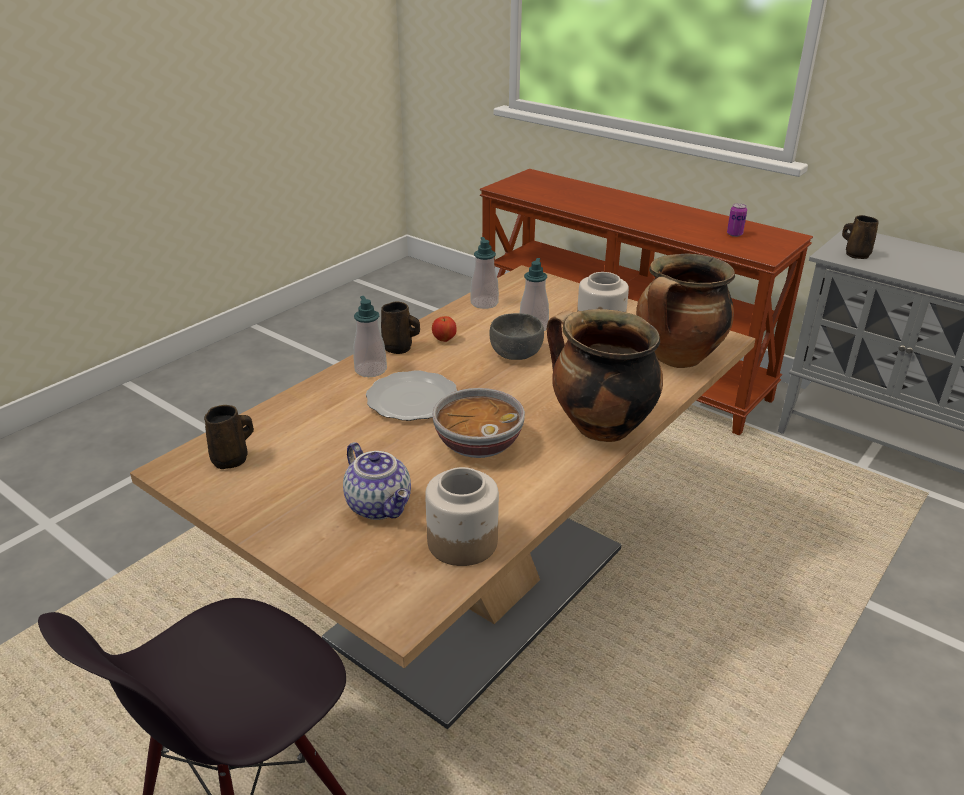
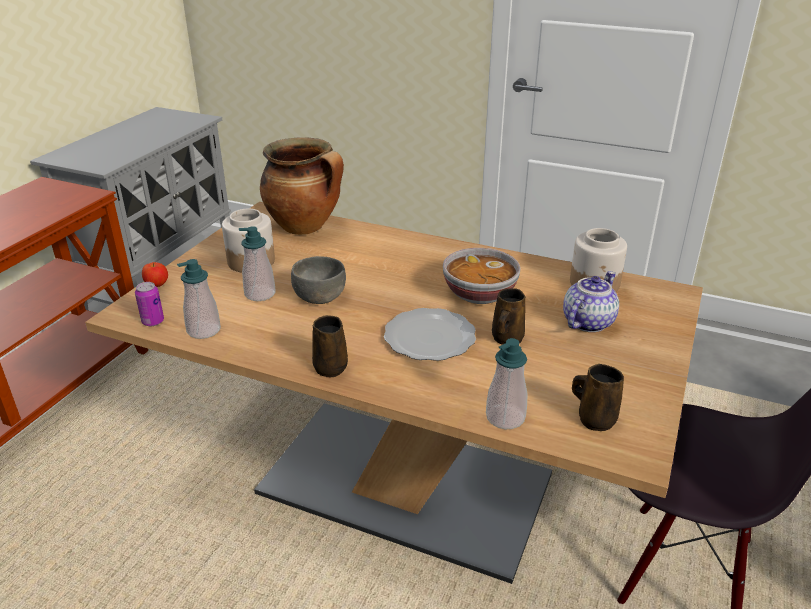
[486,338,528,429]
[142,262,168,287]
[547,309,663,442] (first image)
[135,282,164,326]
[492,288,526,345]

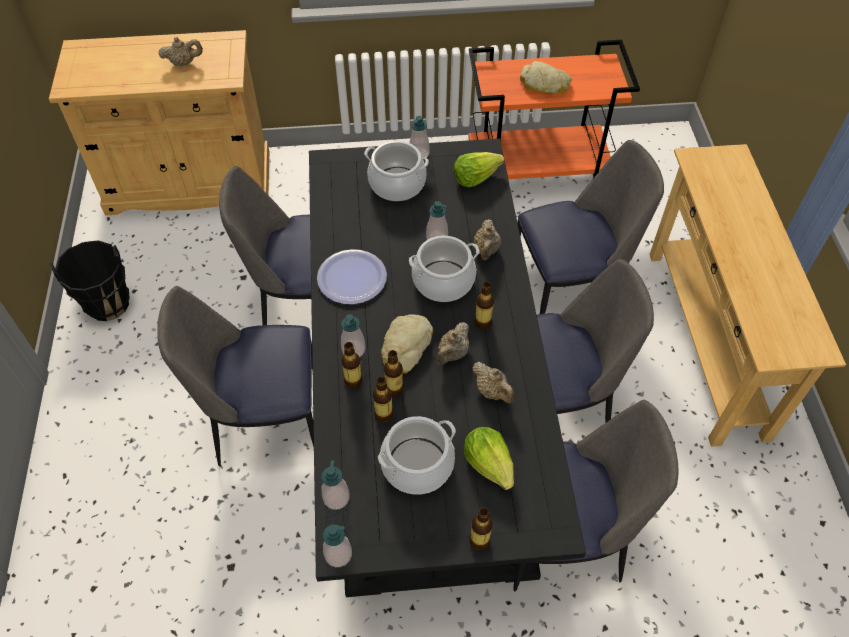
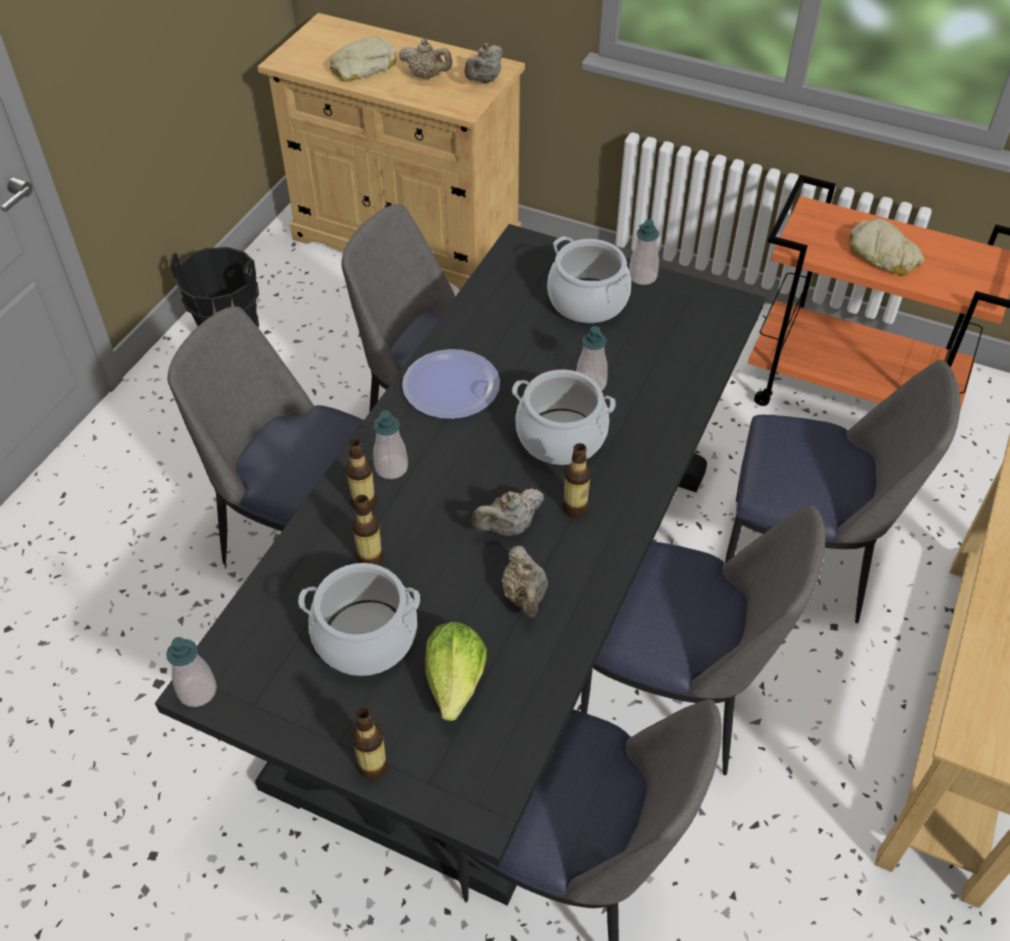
[321,460,349,510] (first image)
[329,36,396,82]
[384,350,404,397] (first image)
[454,152,504,188] (first image)
[464,43,503,83]

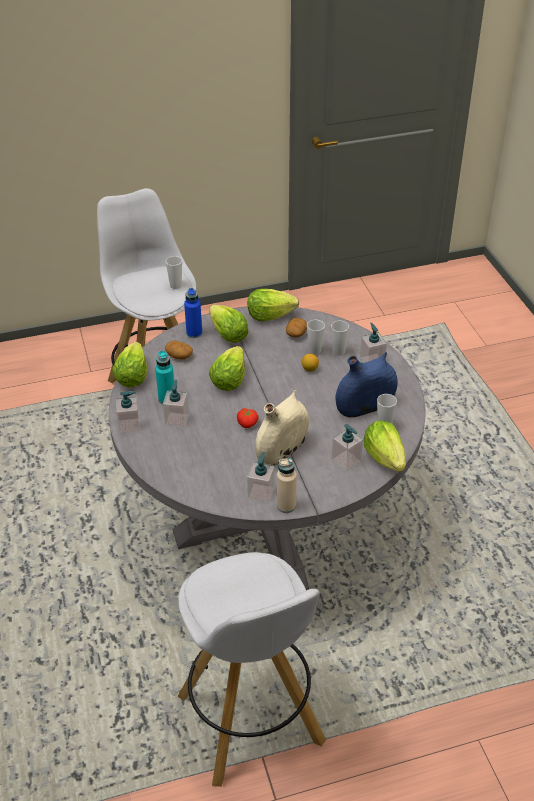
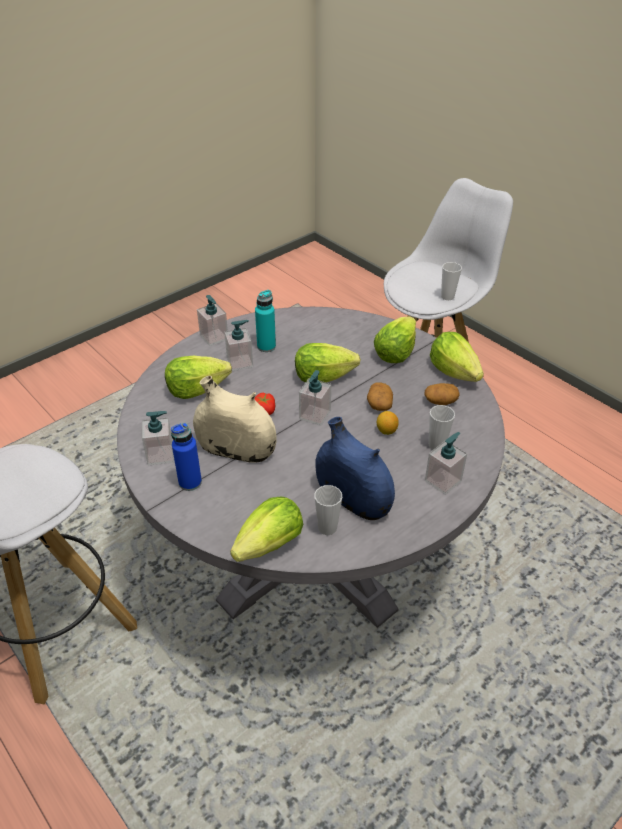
[165,356,232,399]
[367,382,393,411]
[171,423,202,491]
[277,458,297,513] (first image)
[307,320,325,355] (first image)
[299,370,331,426]

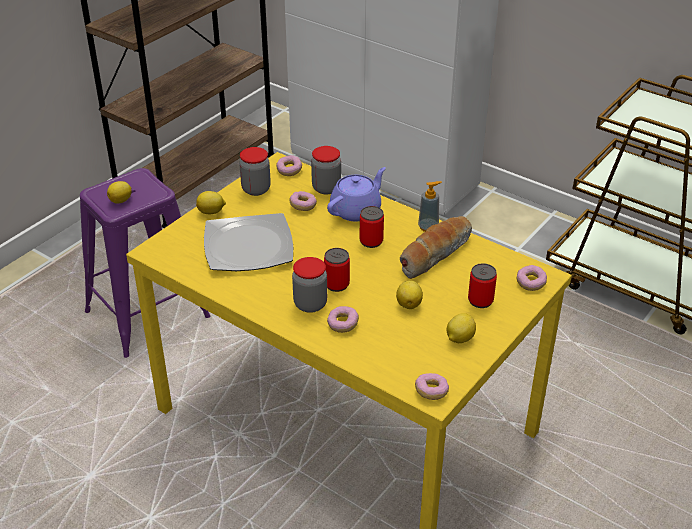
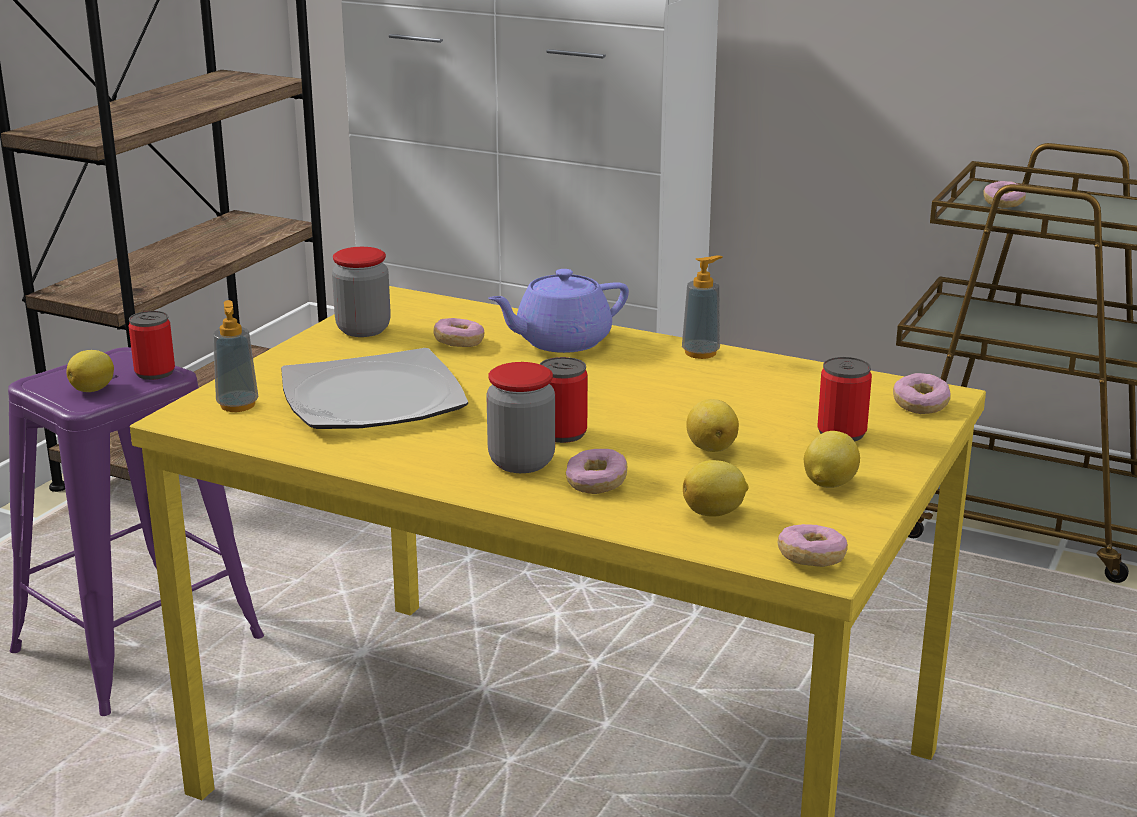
[683,460,748,517]
[984,181,1026,208]
[311,146,341,195] (first image)
[488,269,629,353]
[129,311,175,380]
[400,216,472,279] (first image)
[213,300,258,412]

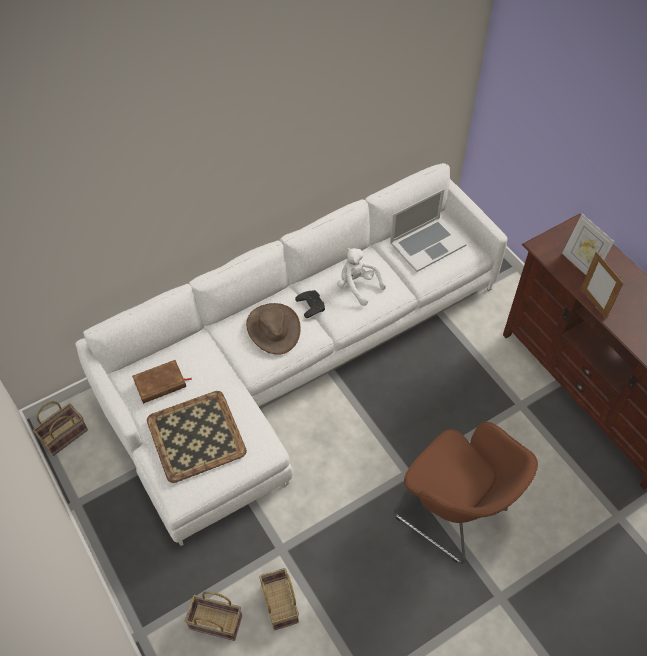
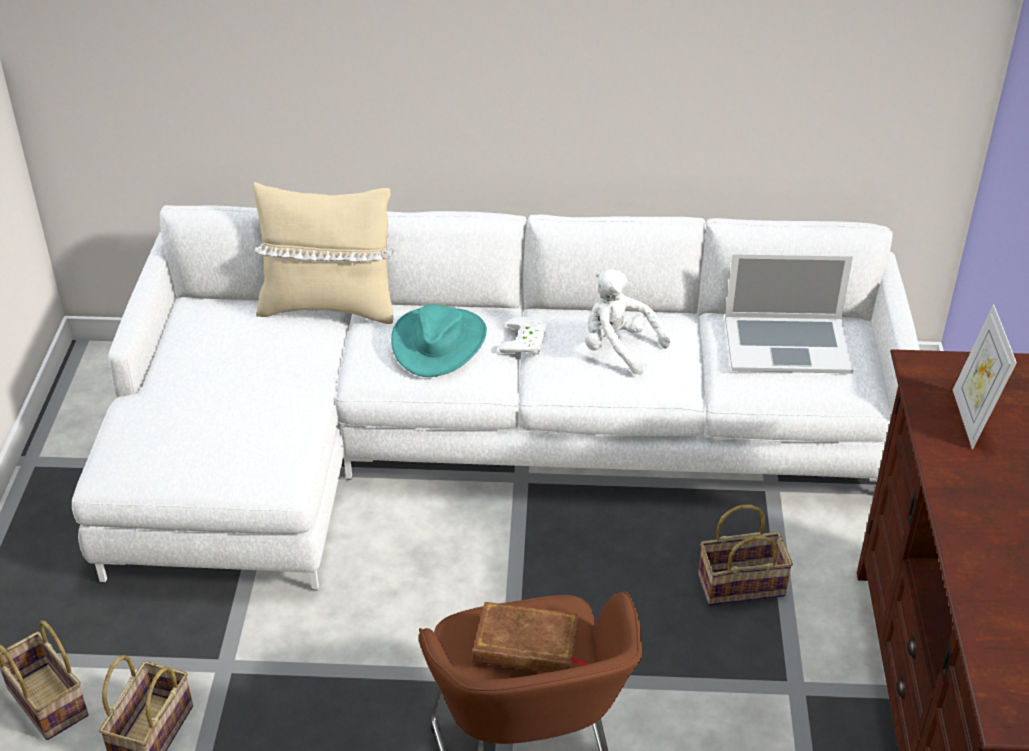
[698,505,793,606]
[472,602,588,672]
[147,391,247,483] (first image)
[391,305,487,377]
[499,317,546,355]
[585,269,670,375]
[581,251,623,319] (first image)
[253,182,394,324]

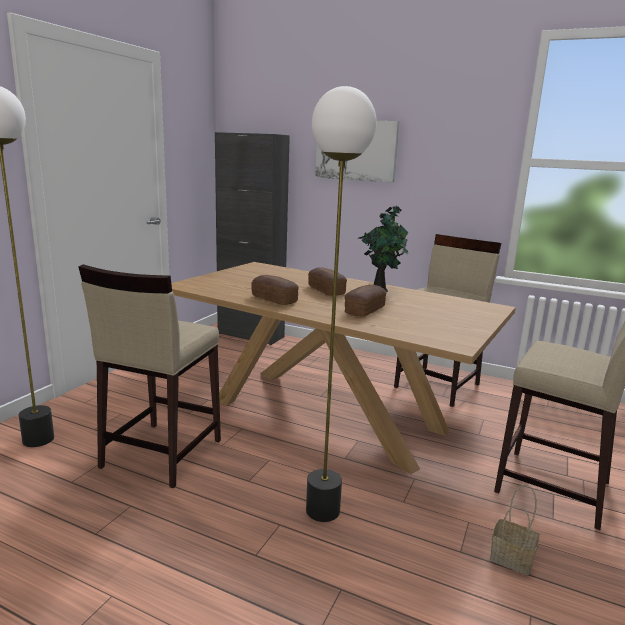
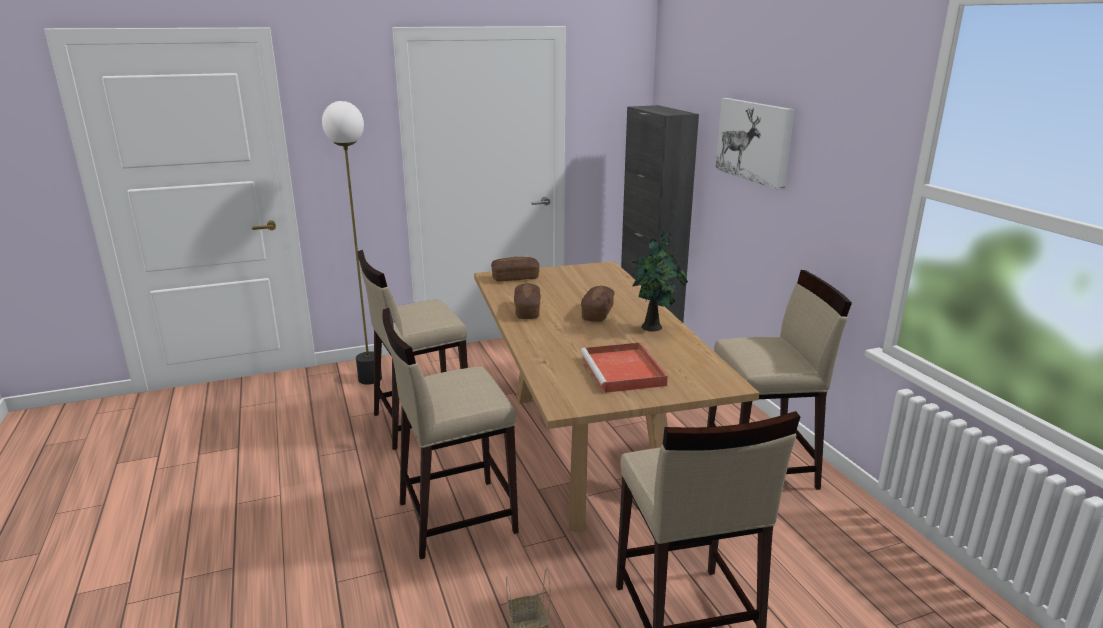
[382,308,519,559]
[491,257,539,282]
[581,342,668,393]

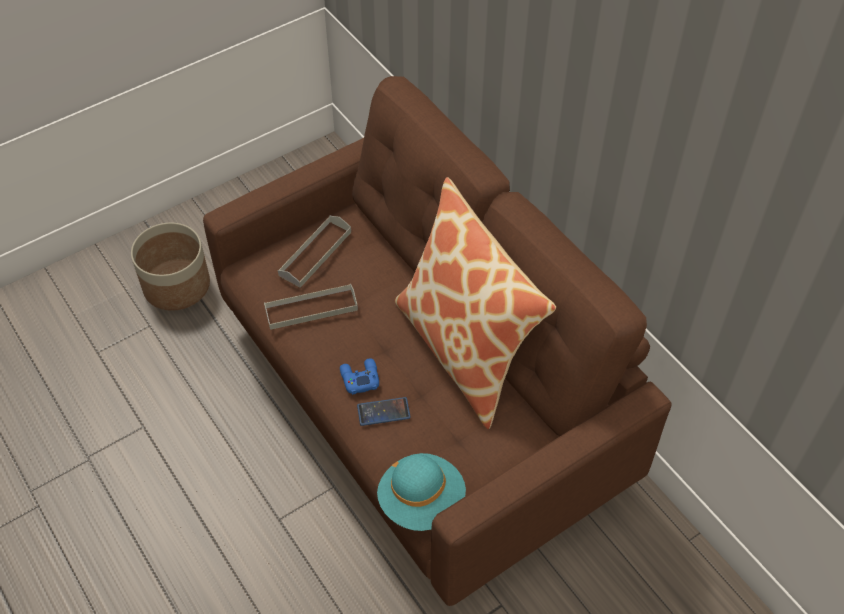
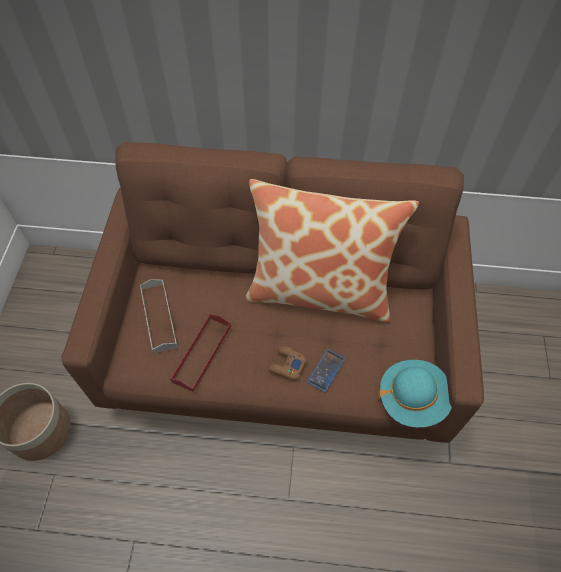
[170,314,231,392]
[268,346,307,380]

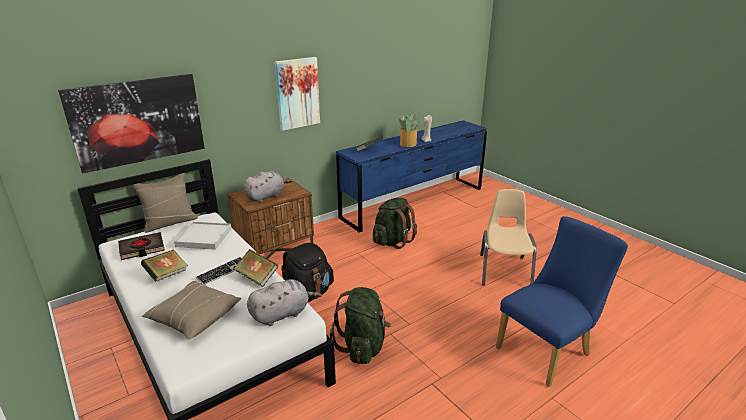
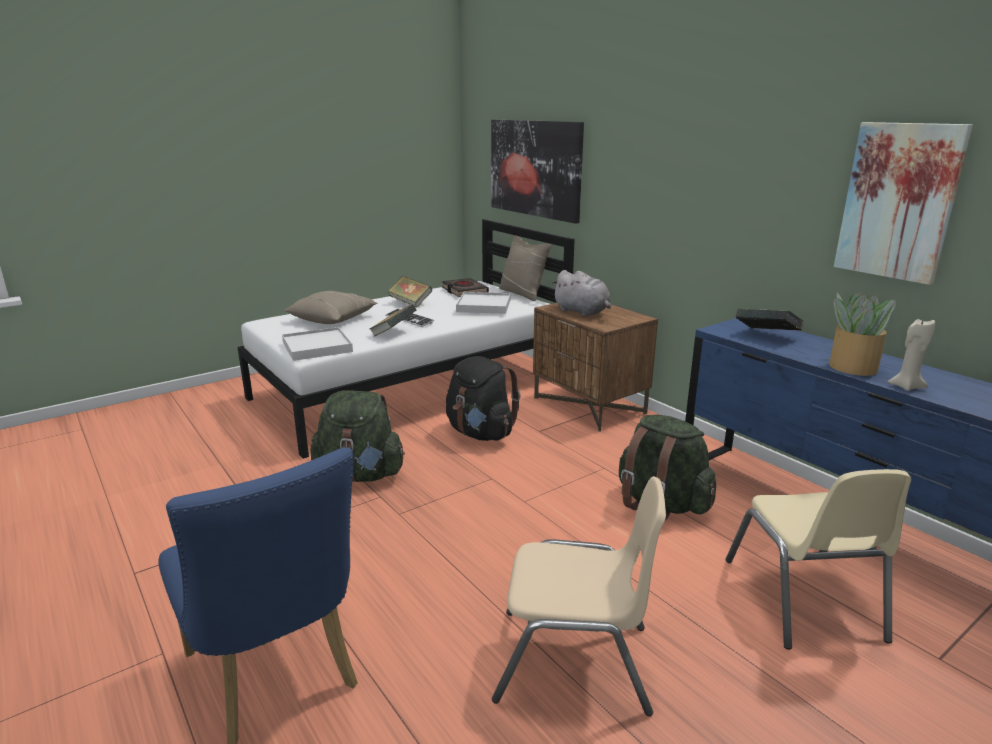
[282,327,353,361]
[834,122,973,285]
[725,469,911,650]

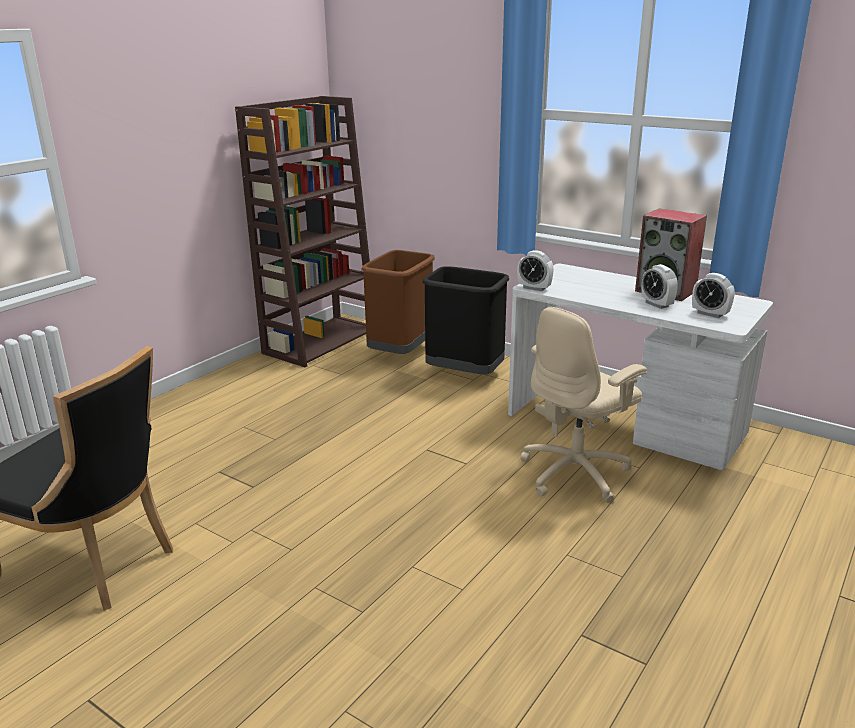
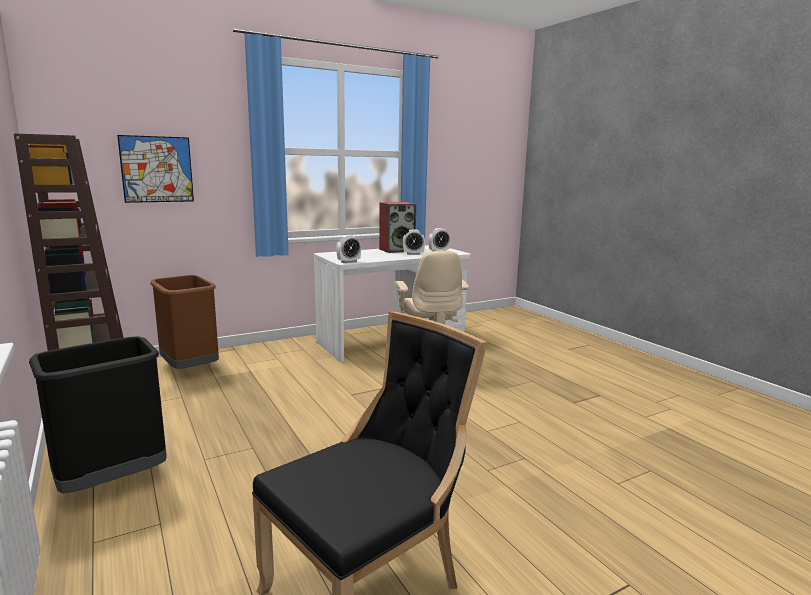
[29,336,167,493]
[117,135,194,203]

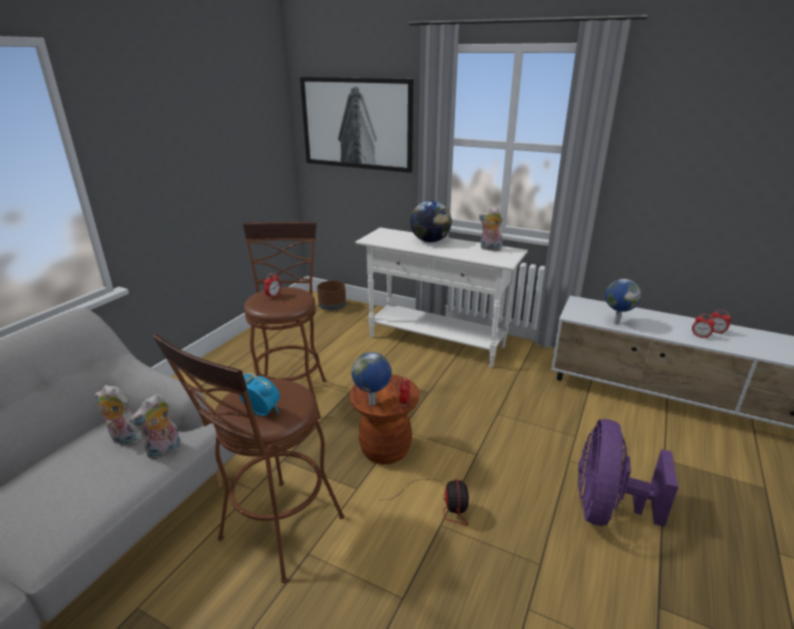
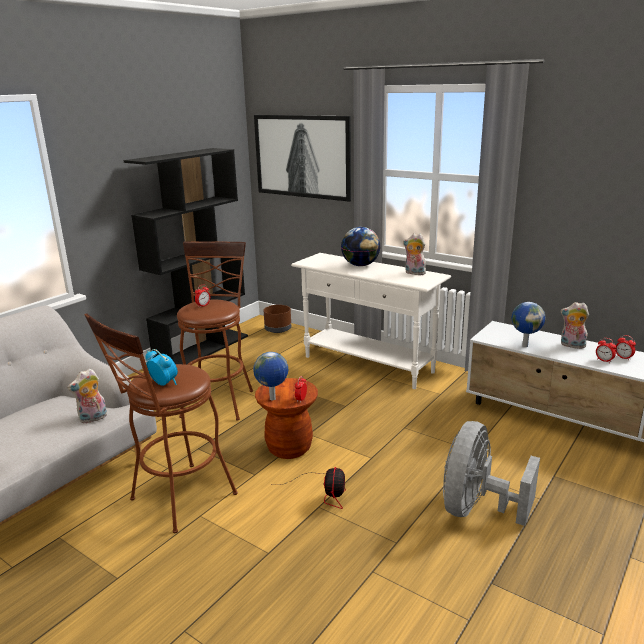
[560,302,589,349]
[443,421,540,526]
[124,148,248,365]

